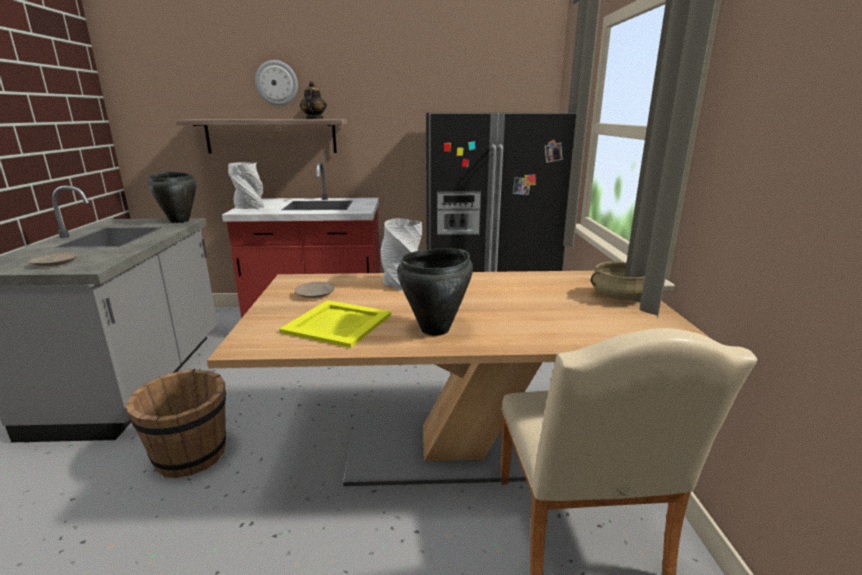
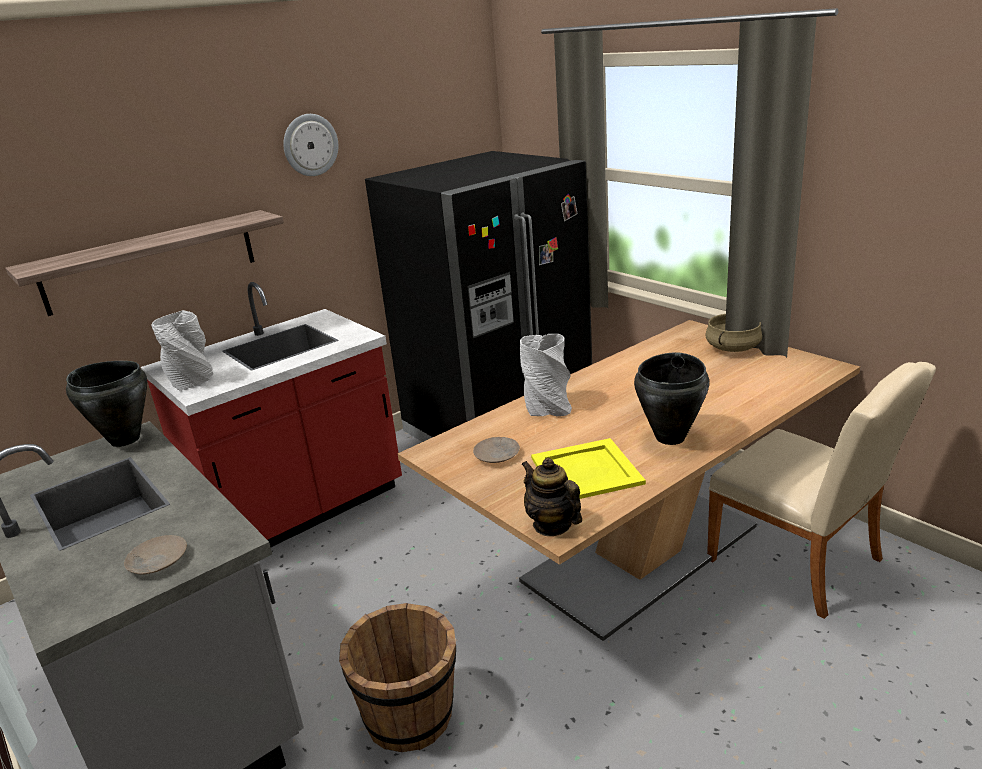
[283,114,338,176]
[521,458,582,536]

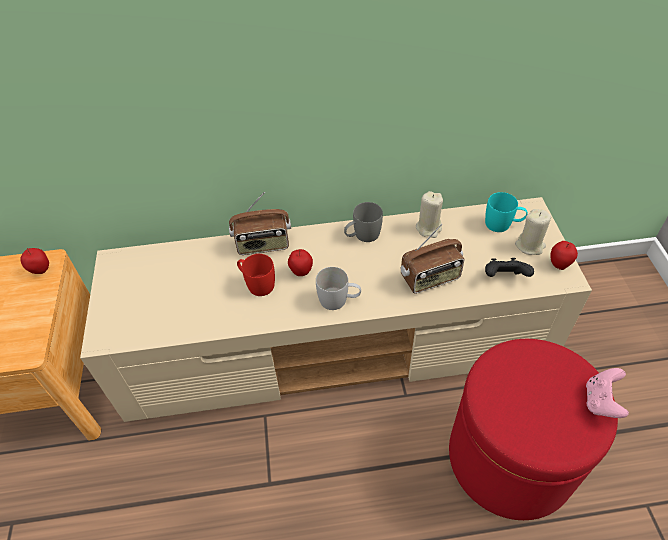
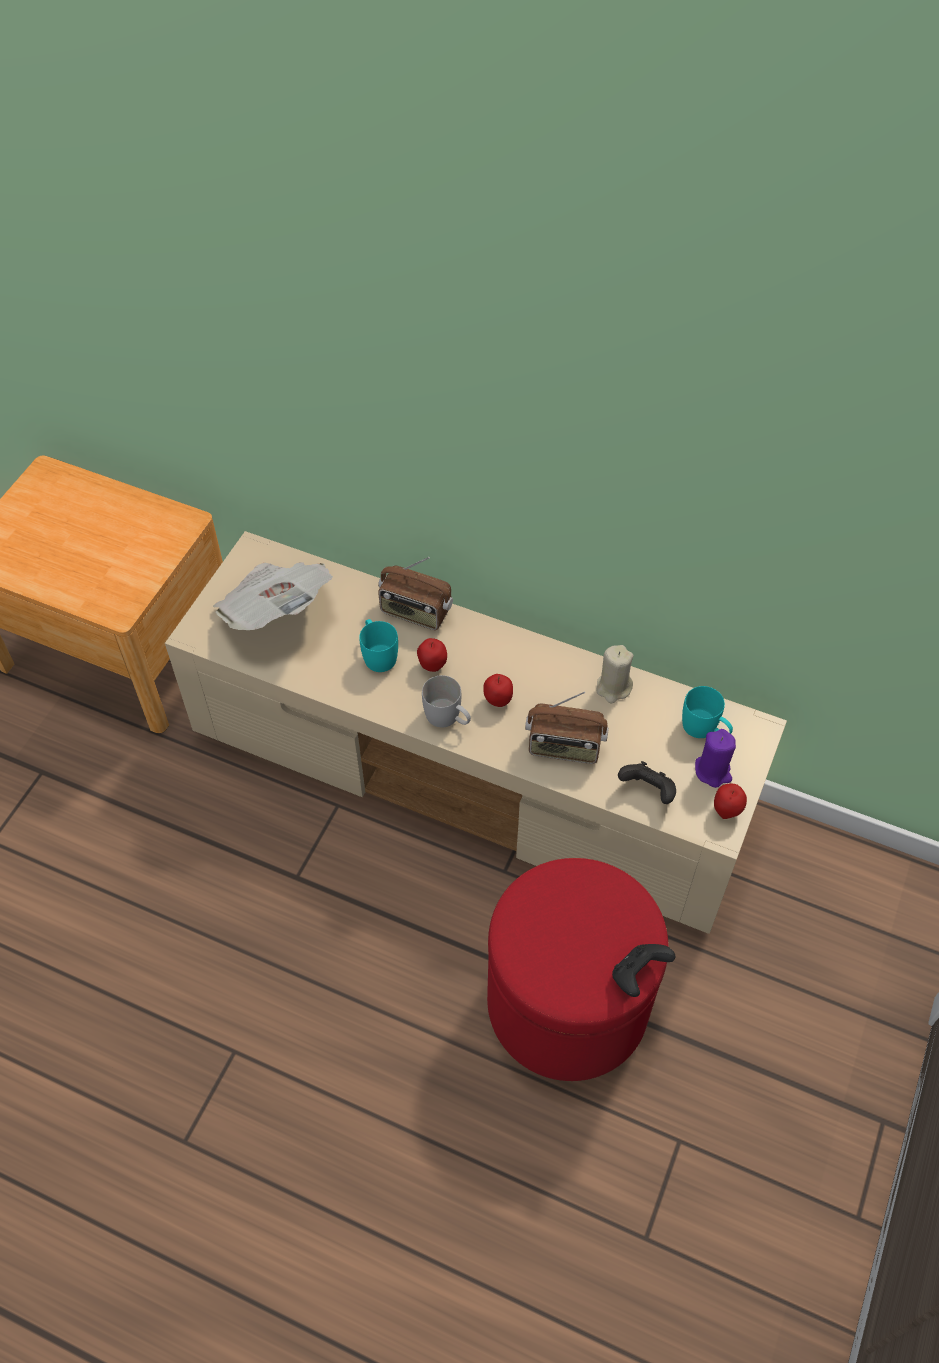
[483,674,513,707]
[359,619,398,672]
[344,202,383,242] (first image)
[695,729,736,788]
[612,944,676,997]
[213,562,333,630]

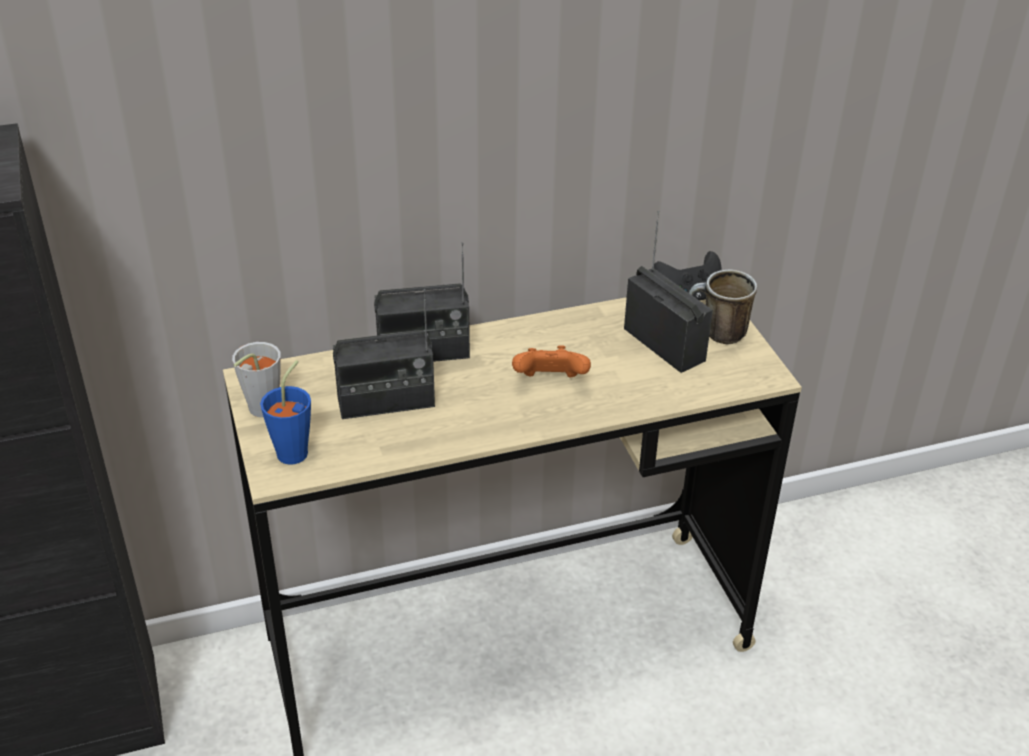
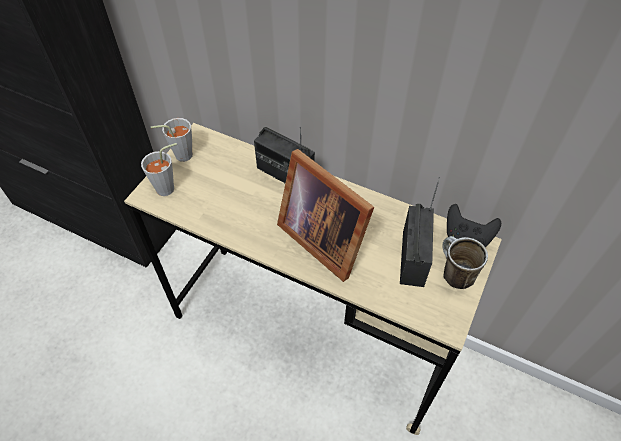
[141,143,177,196]
[333,289,435,419] (first image)
[277,149,374,282]

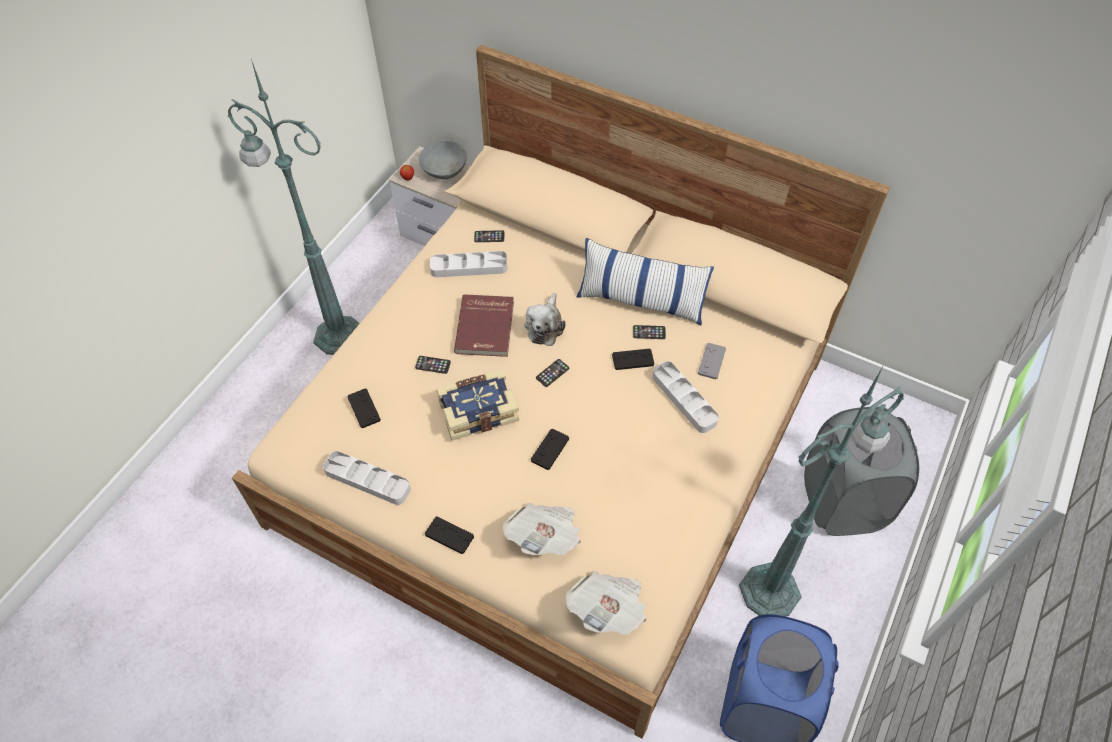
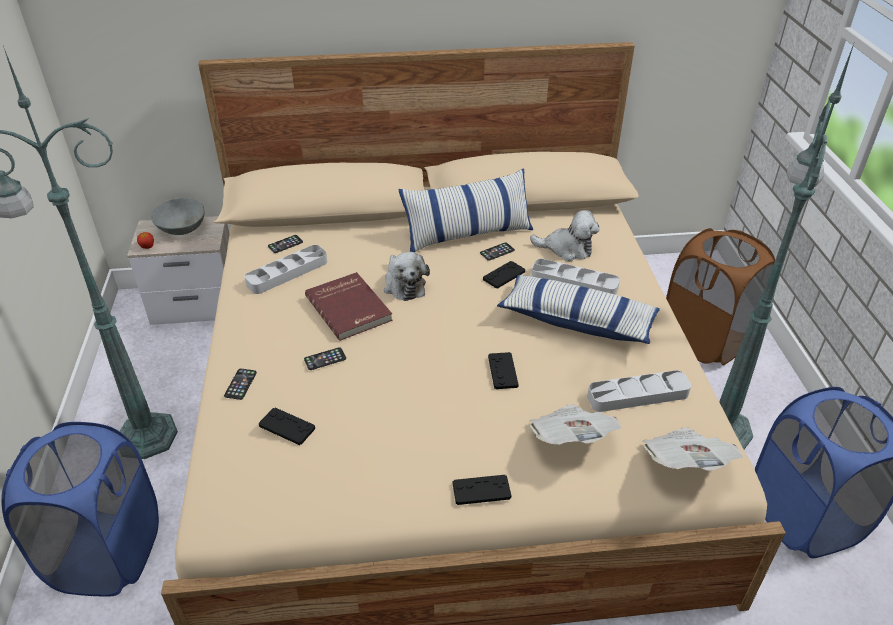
[587,370,691,412]
[437,370,519,441] (first image)
[224,369,257,400]
[530,210,600,261]
[666,228,775,365]
[1,422,159,596]
[497,275,660,344]

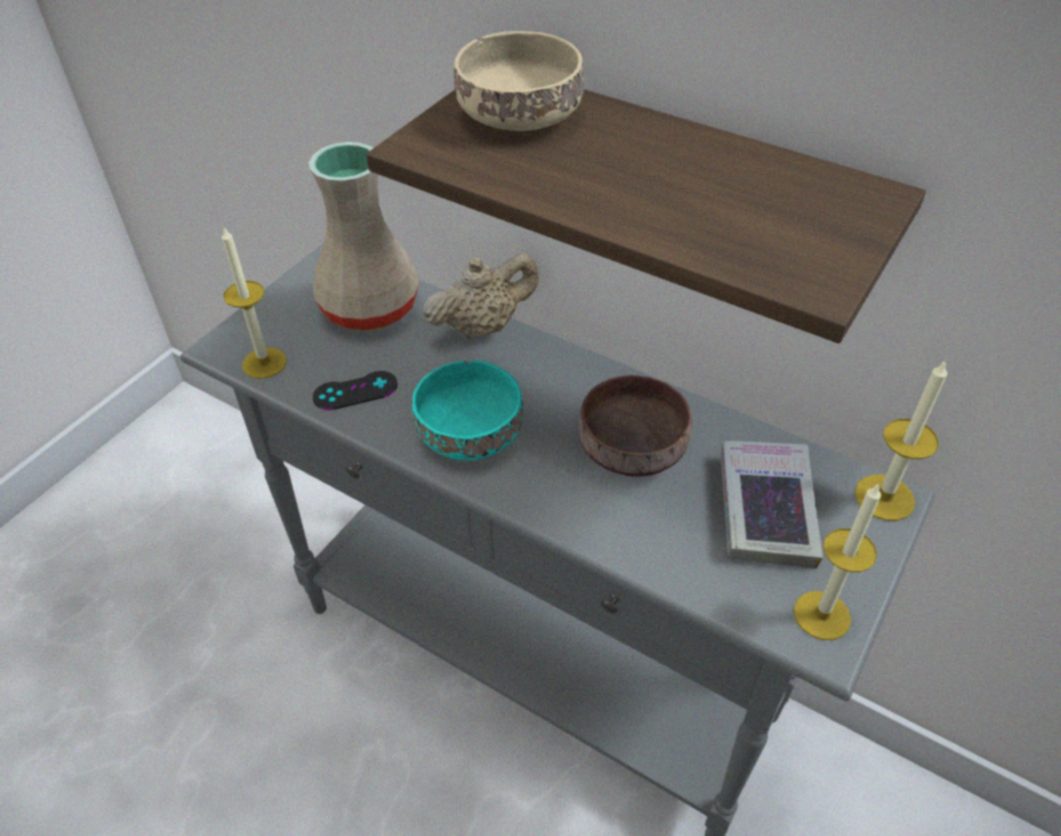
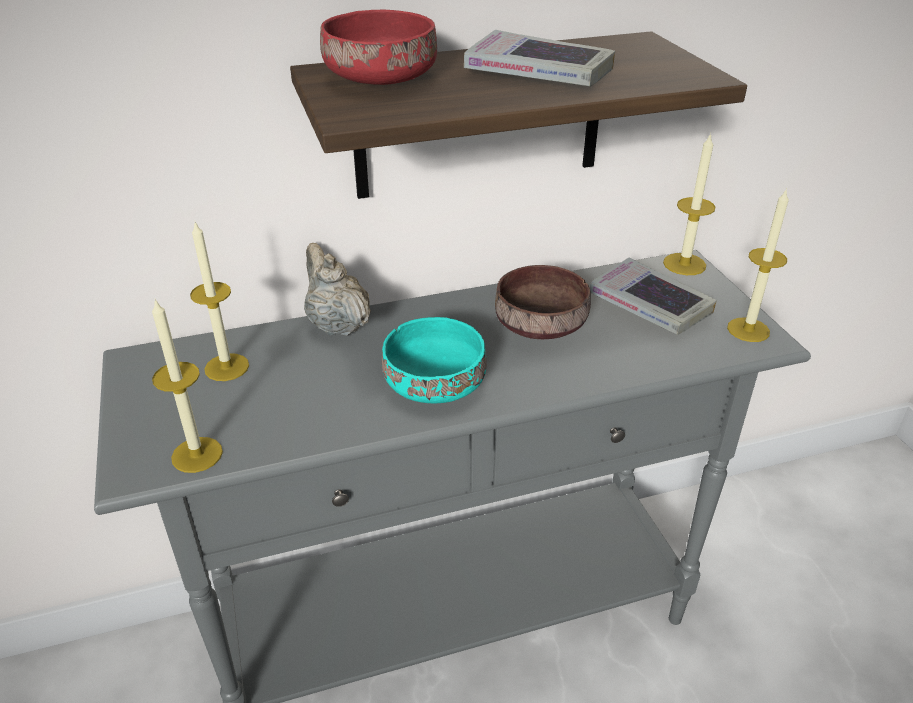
[190,222,249,381]
[313,371,398,410] (first image)
[304,243,371,336]
[320,10,437,85]
[464,30,615,87]

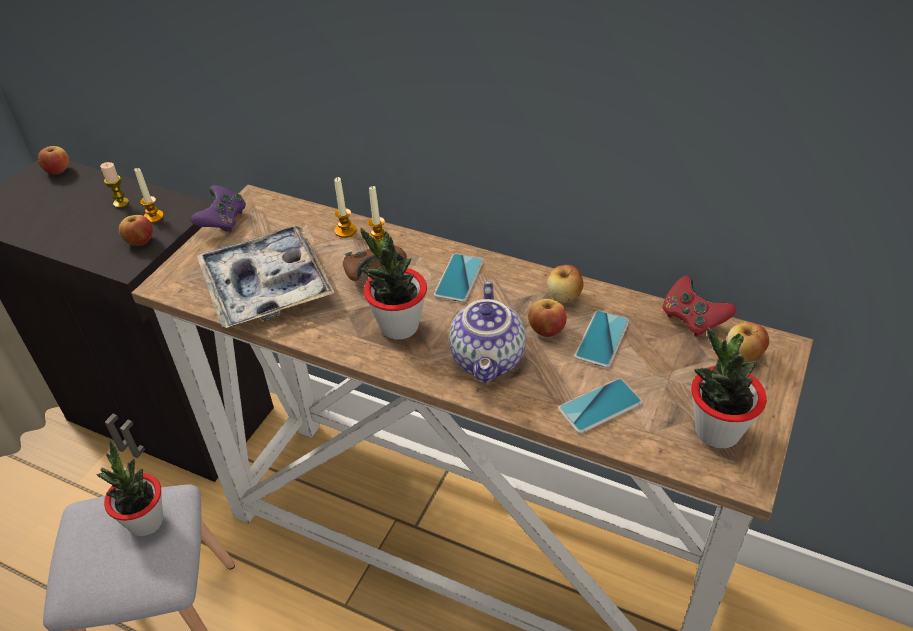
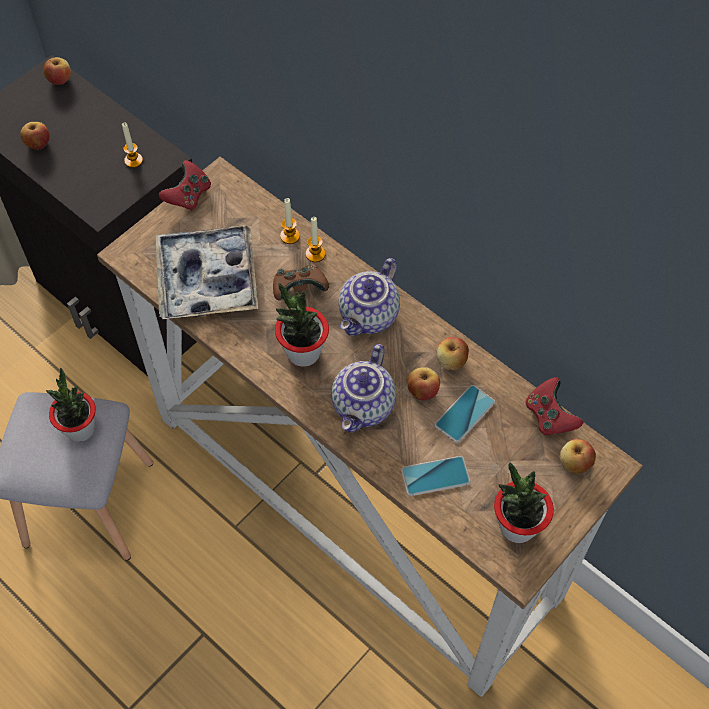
[100,162,129,208] (first image)
[20,122,50,150]
[159,160,211,211]
[339,258,400,336]

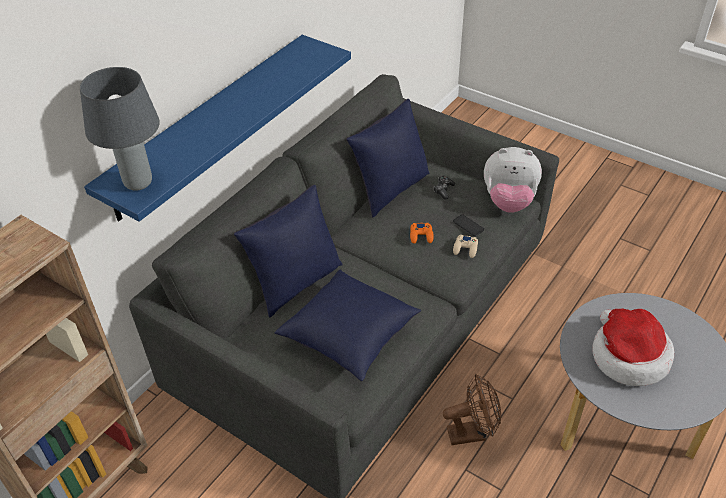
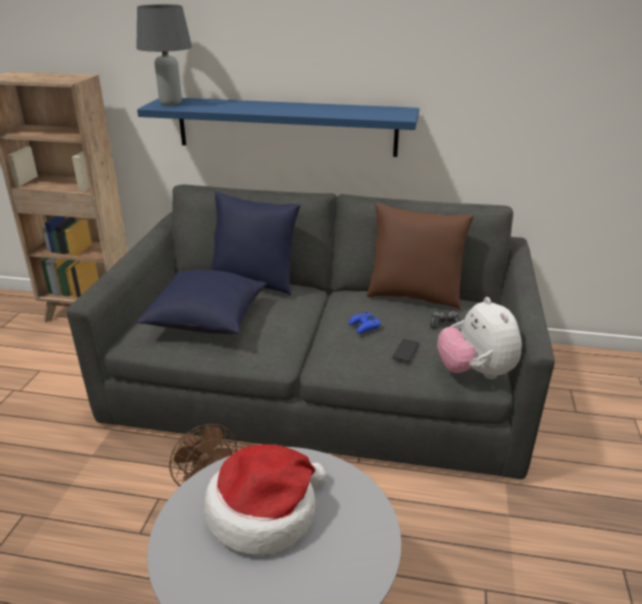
[367,203,474,310]
[349,311,381,334]
[453,235,478,258] (first image)

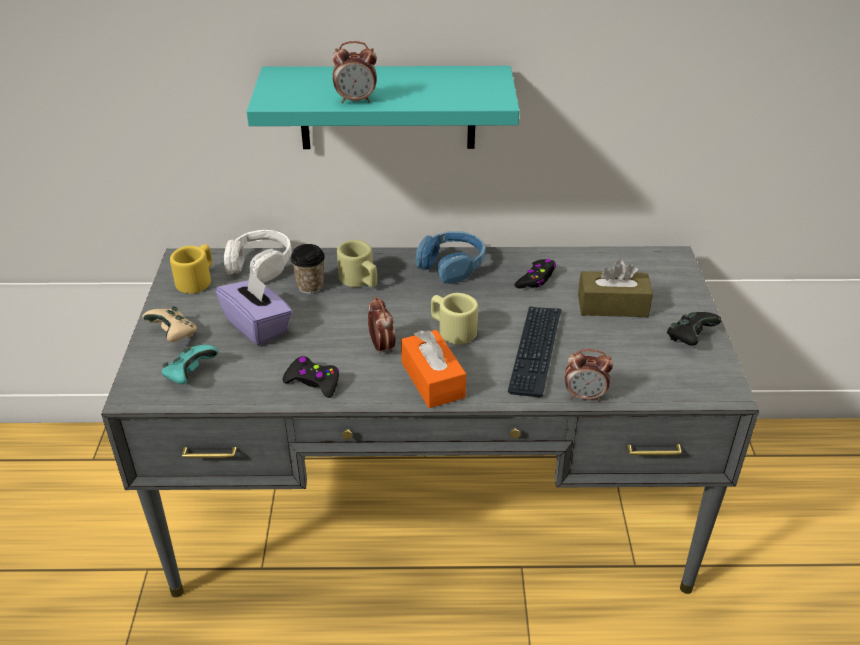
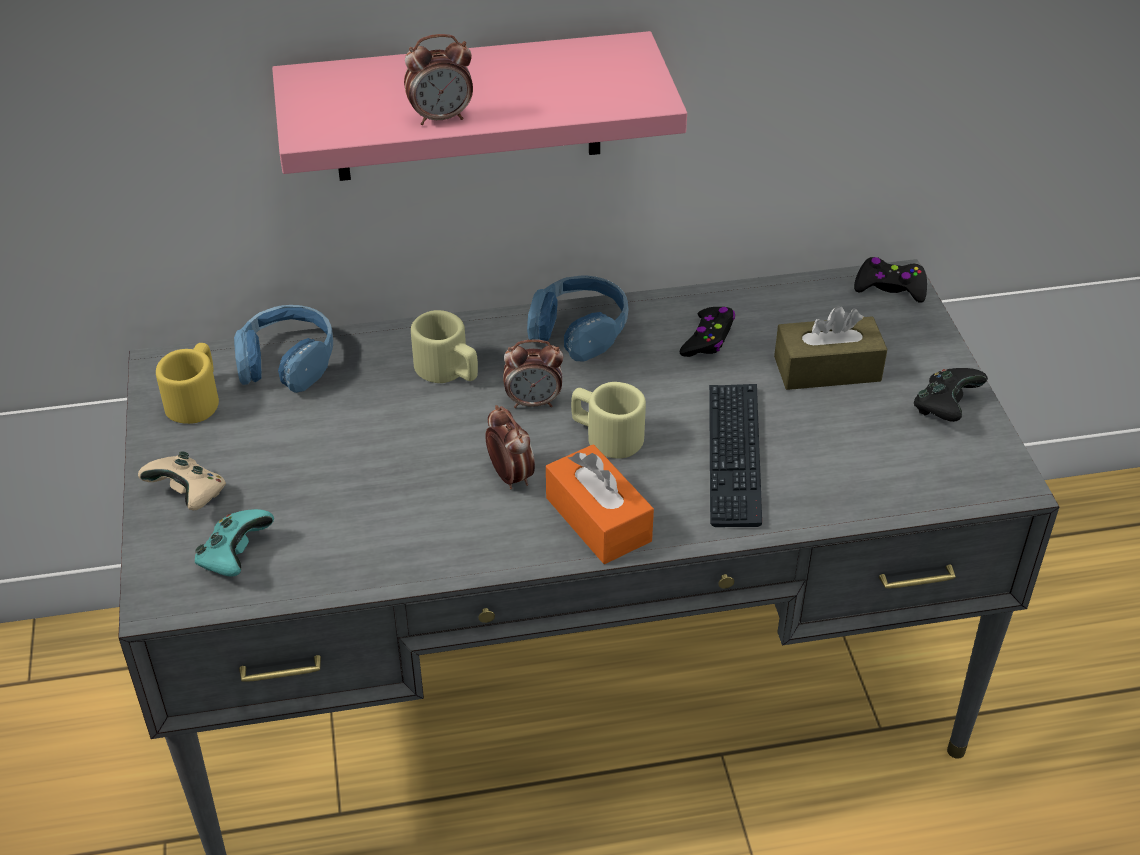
[216,271,293,345] (first image)
[234,305,333,393]
[272,31,687,181]
[854,257,927,303]
[291,244,325,294] (first image)
[503,339,563,408]

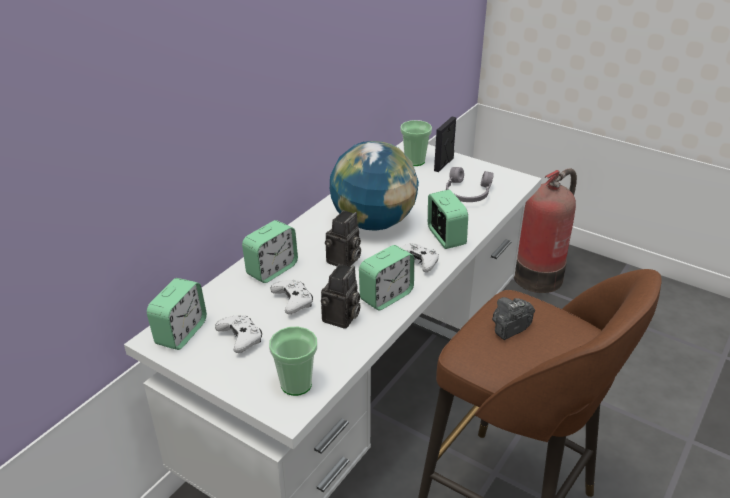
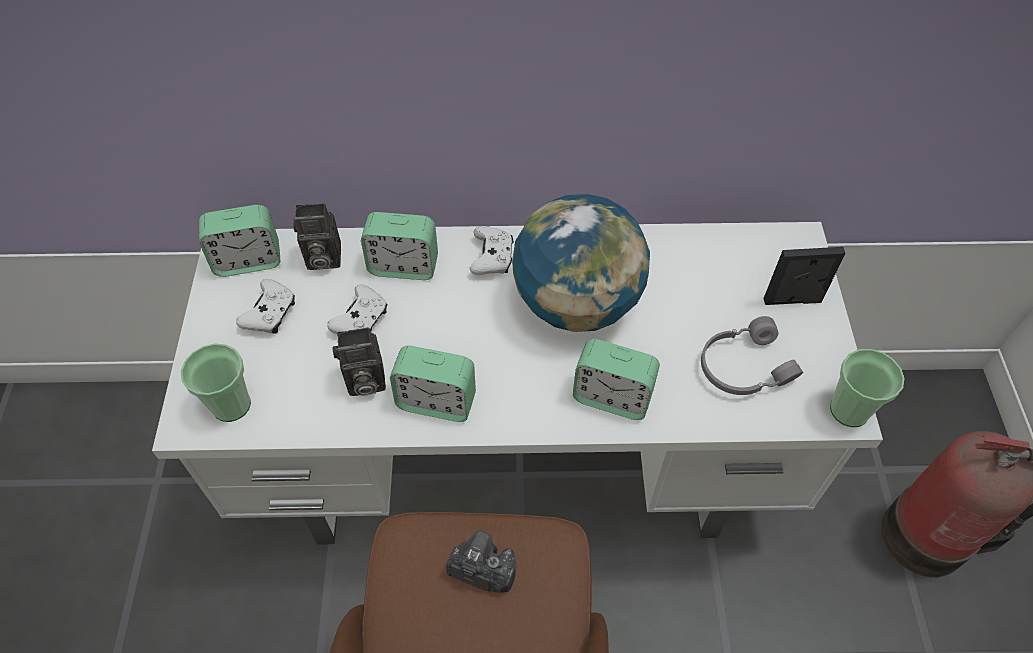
[293,203,341,270]
[830,349,904,427]
[470,226,514,275]
[573,339,660,420]

